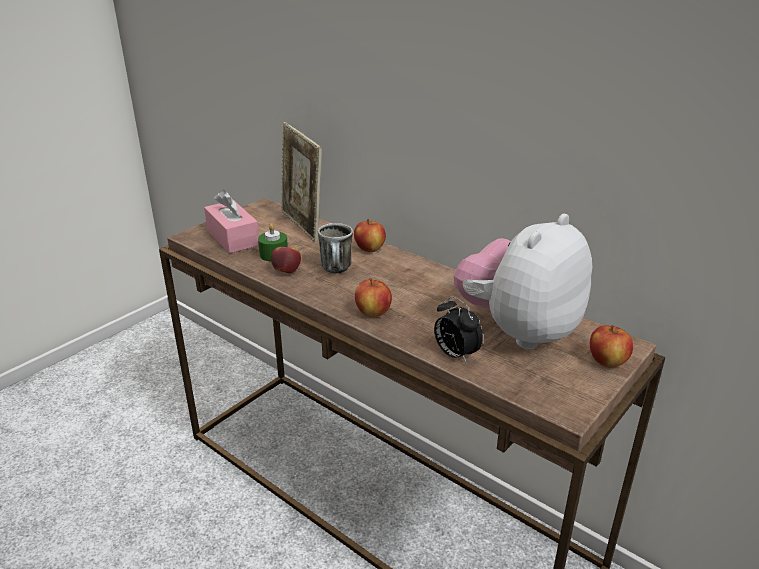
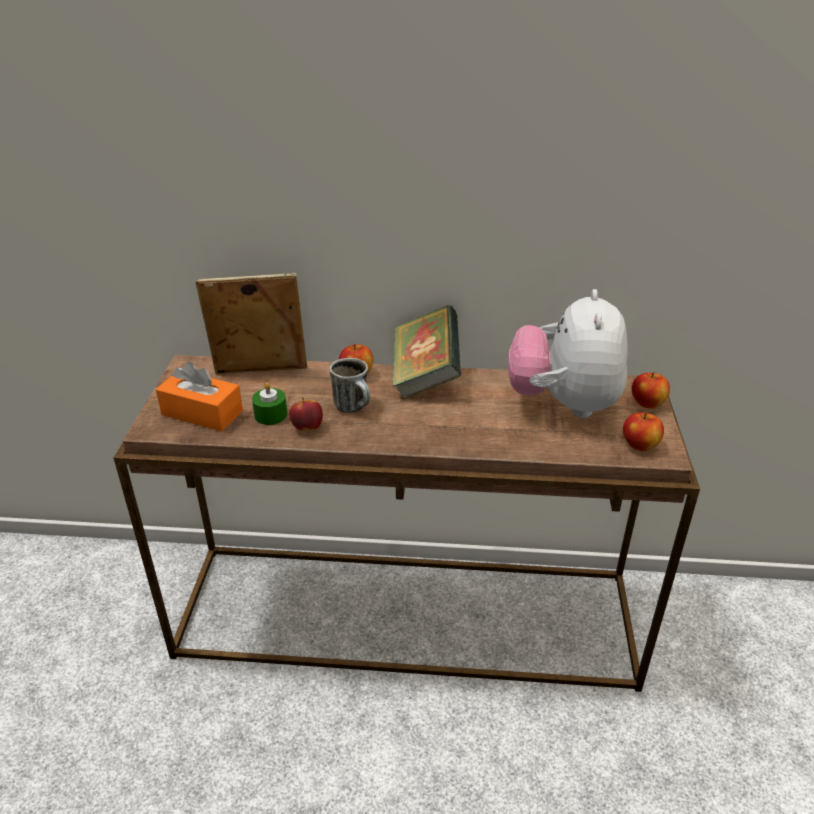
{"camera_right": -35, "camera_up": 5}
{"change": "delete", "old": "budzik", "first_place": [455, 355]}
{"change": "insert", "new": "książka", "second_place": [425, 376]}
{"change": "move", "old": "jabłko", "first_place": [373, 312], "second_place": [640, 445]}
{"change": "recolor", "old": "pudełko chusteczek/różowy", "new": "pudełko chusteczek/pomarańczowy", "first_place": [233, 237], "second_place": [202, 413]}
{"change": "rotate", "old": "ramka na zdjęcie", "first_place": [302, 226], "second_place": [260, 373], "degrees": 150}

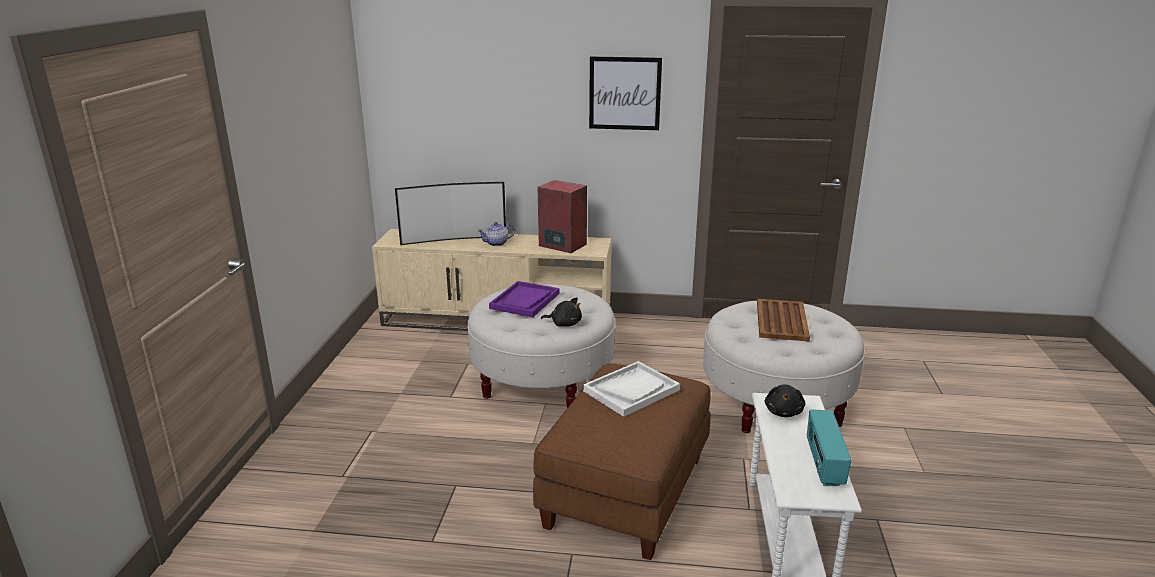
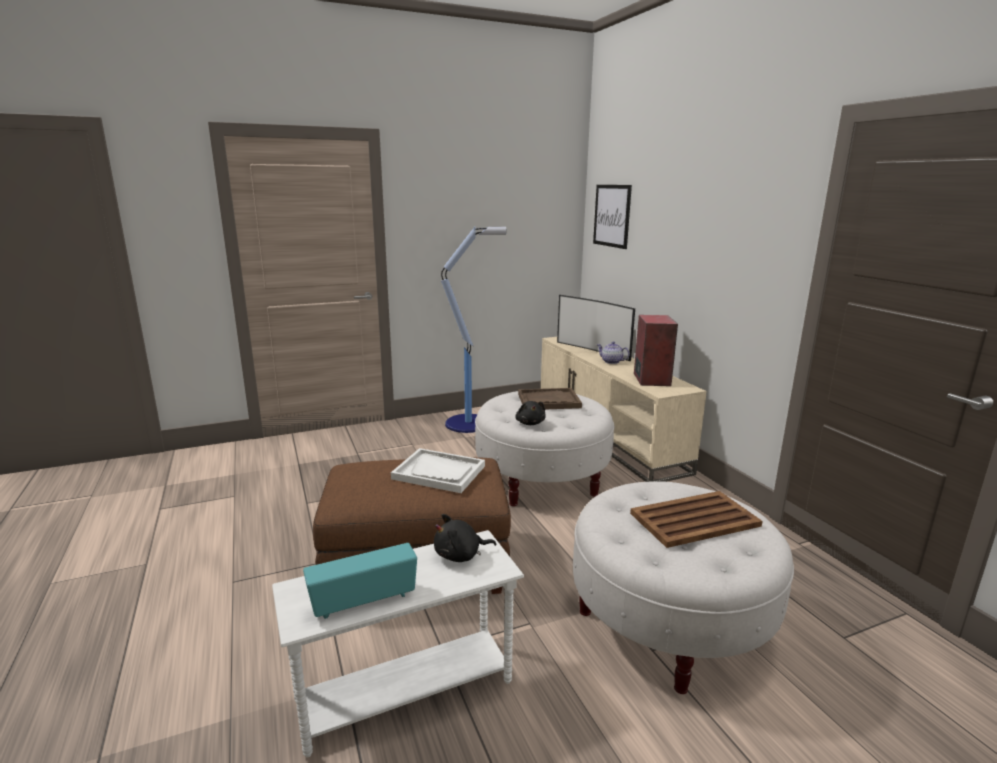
{"camera_right": 60, "camera_up": -5}
{"change": "insert", "new": "lampa stojąca", "second_place": [469, 423]}
{"change": "move", "old": "obraz", "first_place": [625, 93], "second_place": [612, 215]}
{"change": "recolor", "old": "taca/fioletowy", "new": "taca/brązowy", "first_place": [525, 301], "second_place": [548, 401]}

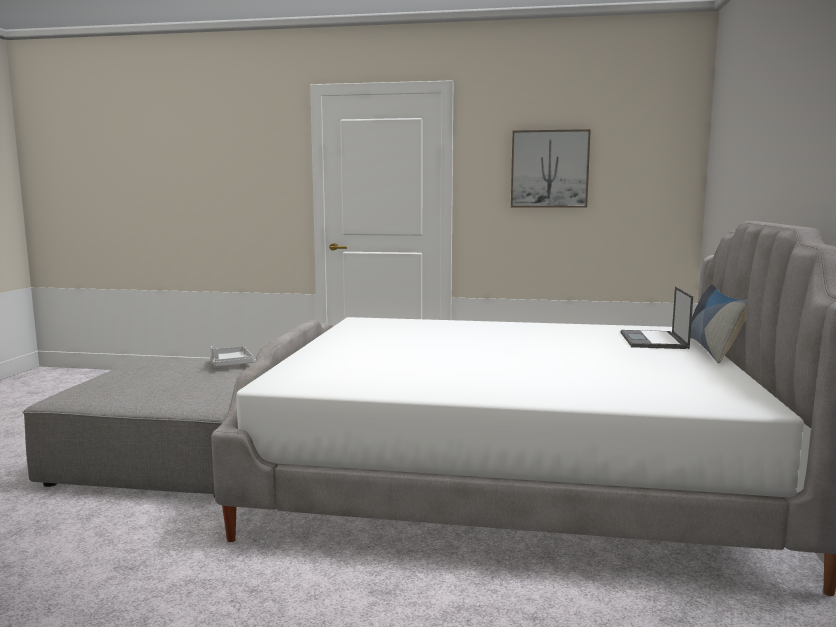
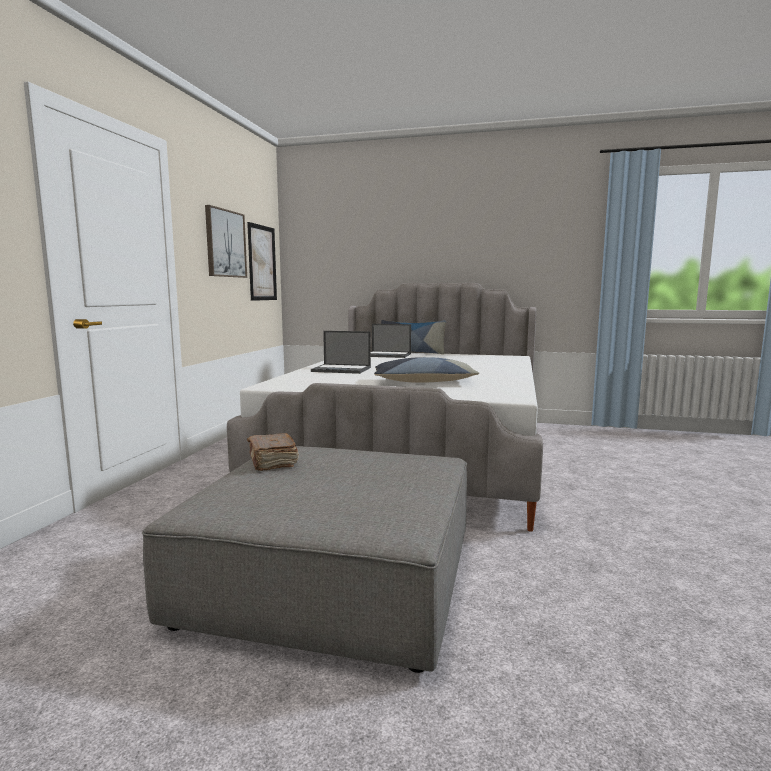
{"camera_right": -85, "camera_up": 0}
{"change": "insert", "new": "obraz", "second_place": [262, 263]}
{"change": "insert", "new": "laptop", "second_place": [342, 369]}
{"change": "insert", "new": "poduszka", "second_place": [424, 382]}
{"change": "replace", "old": "taca/szary", "new": "książka/brązowy", "first_place": [230, 364], "second_place": [272, 461]}

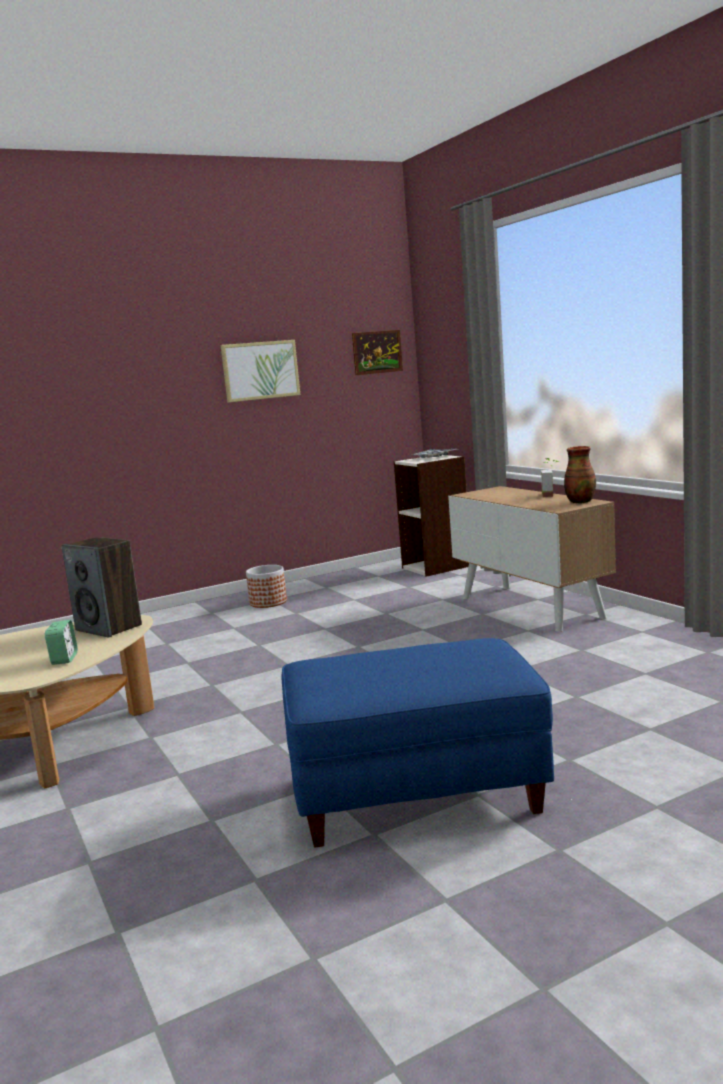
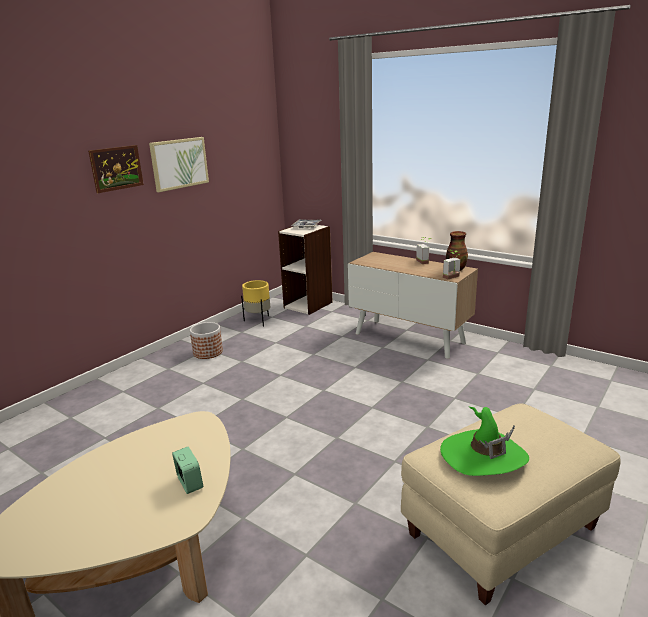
{"camera_right": -25, "camera_up": 10}
{"change": "delete", "old": "głośnik", "first_place": [109, 628]}
{"change": "insert", "new": "donica/żółty", "second_place": [258, 321]}
{"change": "insert", "new": "kapelusz/zielony", "second_place": [483, 456]}
{"change": "insert", "new": "roślina doniczkowa", "second_place": [453, 277]}
{"change": "move", "old": "obraz", "first_place": [377, 352], "second_place": [116, 168]}
{"change": "recolor", "old": "pufa/niebieski", "new": "pufa/beżowy", "first_place": [415, 793], "second_place": [501, 530]}

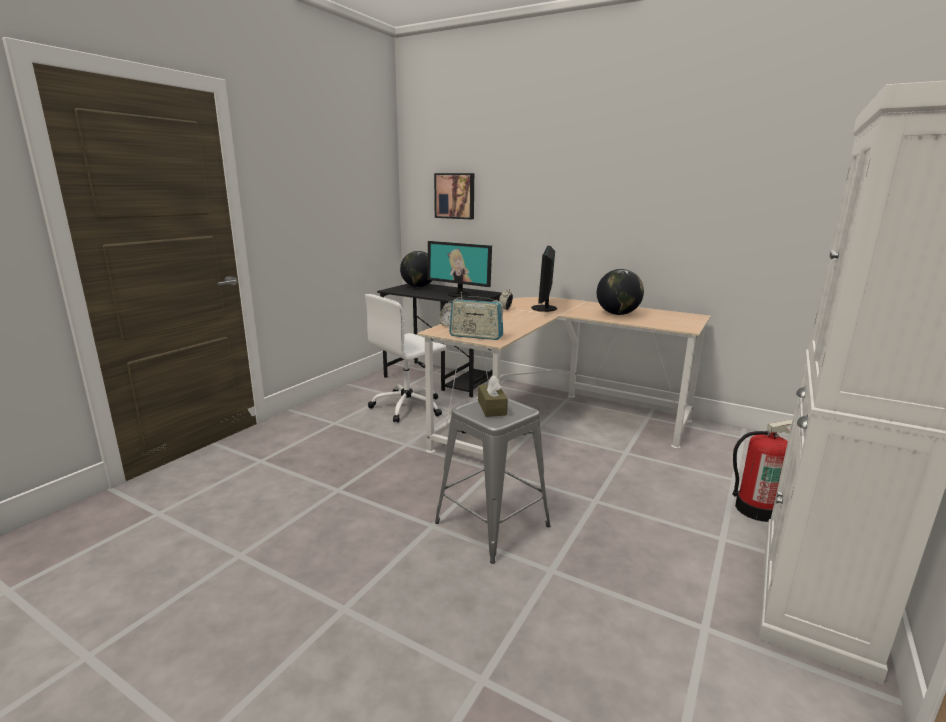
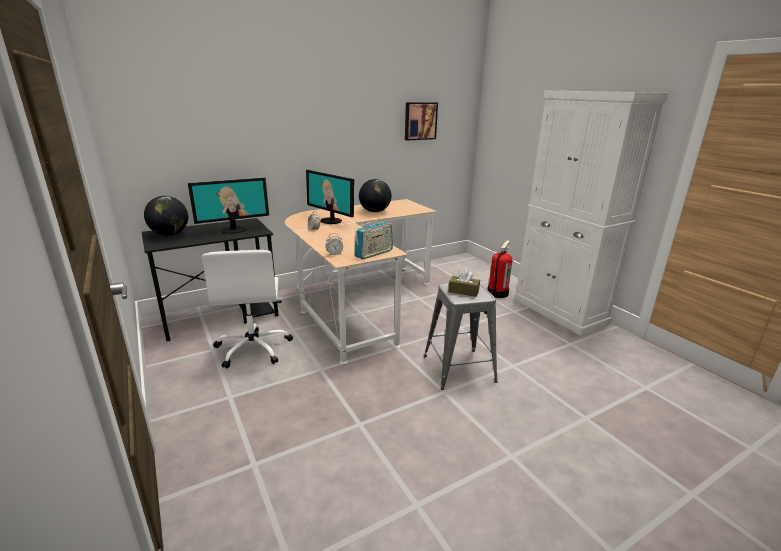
{"camera_right": -60, "camera_up": 5}
{"change": "move", "old": "obraz", "first_place": [455, 196], "second_place": [420, 121]}

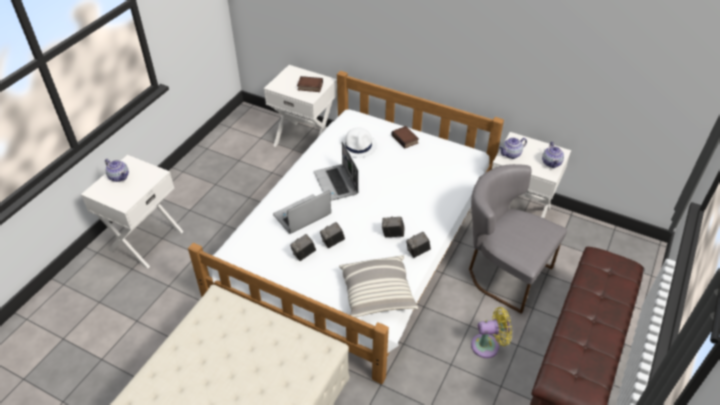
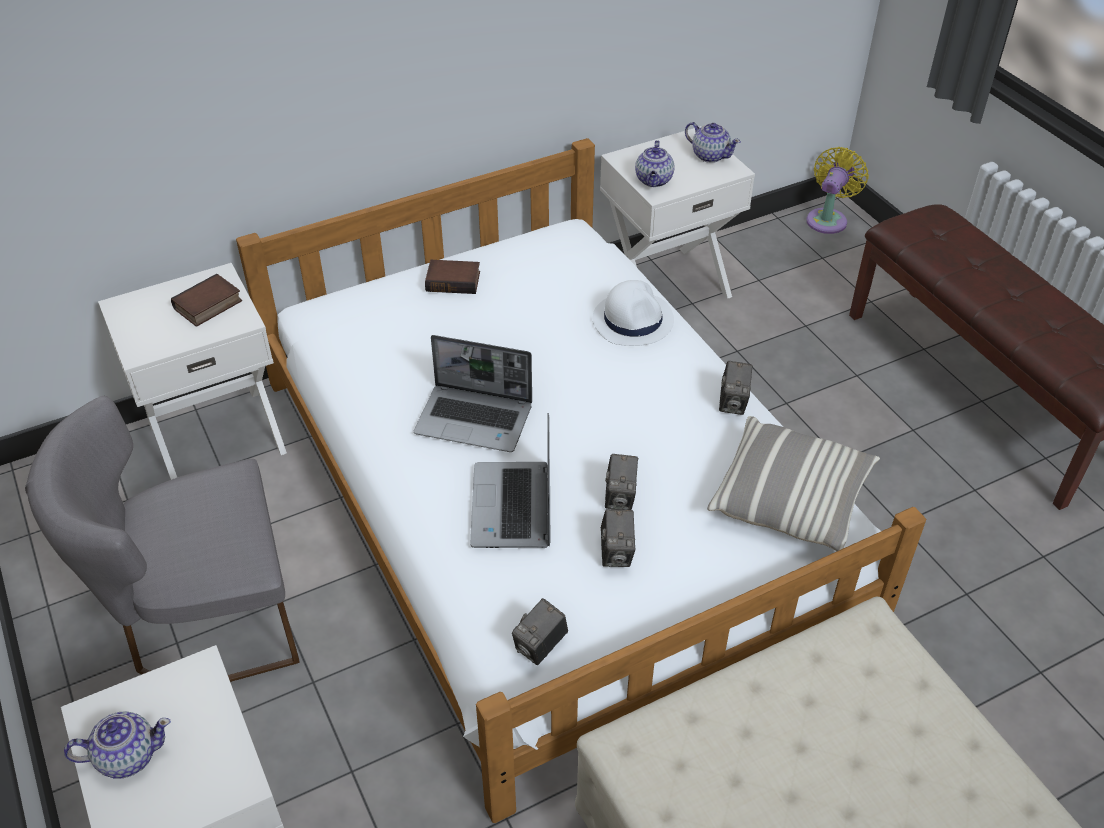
{"camera_right": -55, "camera_up": 0}
{"change": "move", "old": "kapelusz/biały", "first_place": [358, 146], "second_place": [633, 320]}
{"change": "move", "old": "aparat fotograficzny", "first_place": [392, 234], "second_place": [540, 646]}
{"change": "move", "old": "krzesło/szary", "first_place": [503, 272], "second_place": [202, 622]}
{"change": "move", "old": "wentylator/żółty", "first_place": [488, 346], "second_place": [828, 219]}

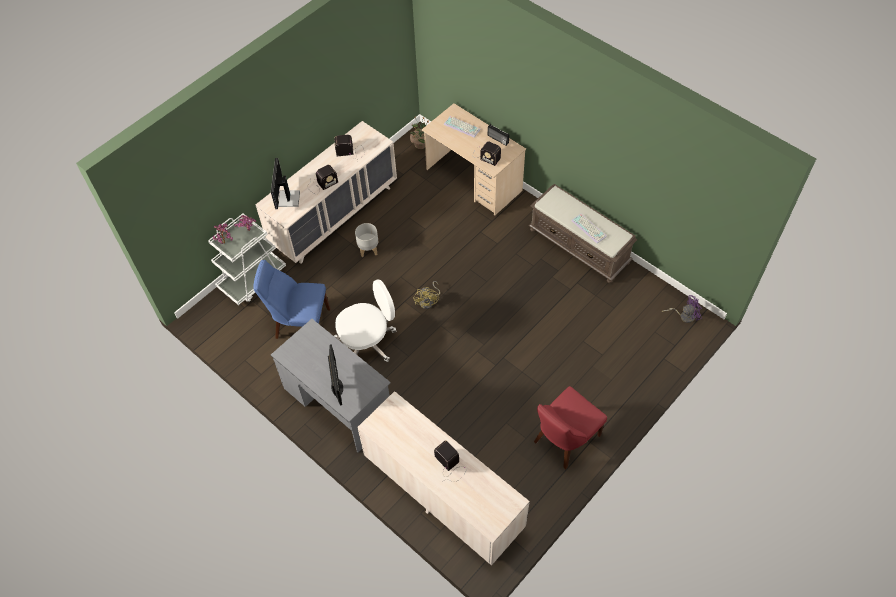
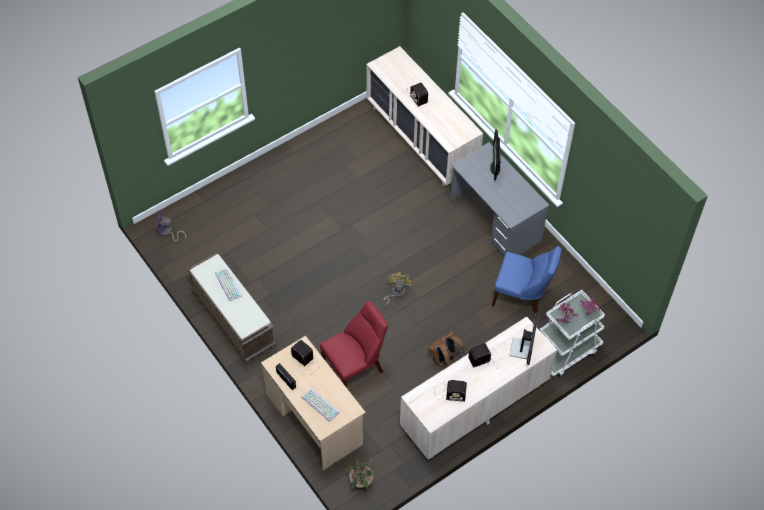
{"camera_right": -170, "camera_up": 0}
{"change": "delete", "old": "krzesło biurowe/biały", "first_place": [368, 342]}
{"change": "move", "old": "krzesło/czerwony", "first_place": [564, 440], "second_place": [355, 368]}
{"change": "replace", "old": "donica/szary", "new": "plecak/brązowy", "first_place": [368, 249], "second_place": [444, 360]}

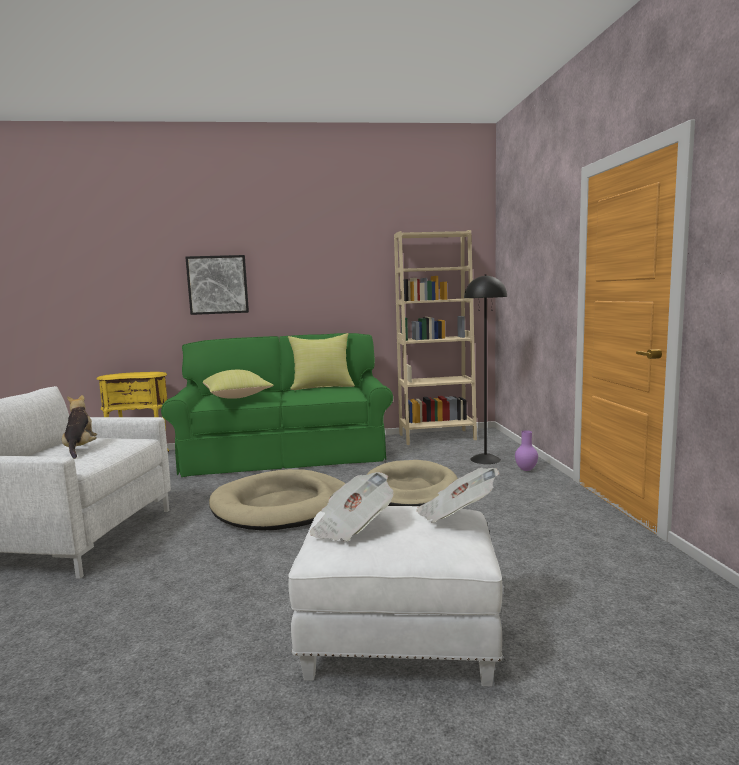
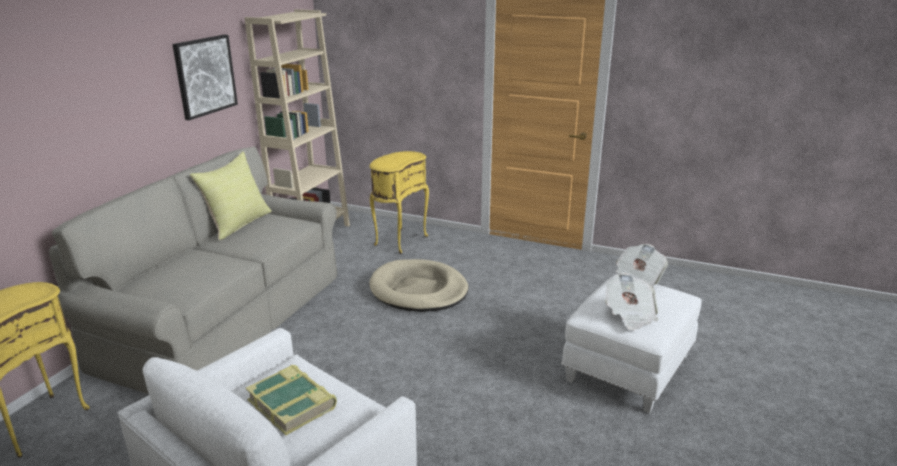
{"camera_right": -60, "camera_up": 15}
{"change": "delete", "old": "poduszka/żółty", "first_place": [238, 397]}
{"change": "delete", "old": "legowisko/beżowy", "first_place": [283, 506]}
{"change": "delete", "old": "wazon/fioletowy", "first_place": [526, 469]}
{"change": "move", "old": "obraz", "first_place": [218, 285], "second_place": [205, 76]}
{"change": "replace", "old": "pluszak", "new": "książka", "first_place": [80, 449], "second_place": [292, 404]}
{"change": "replace", "old": "lampa stojąca/czarny", "new": "stolik/żółty", "first_place": [485, 459], "second_place": [399, 240]}
{"change": "recolor", "old": "kanapa/zielony", "new": "kanapa/szary", "first_place": [285, 455], "second_place": [225, 319]}

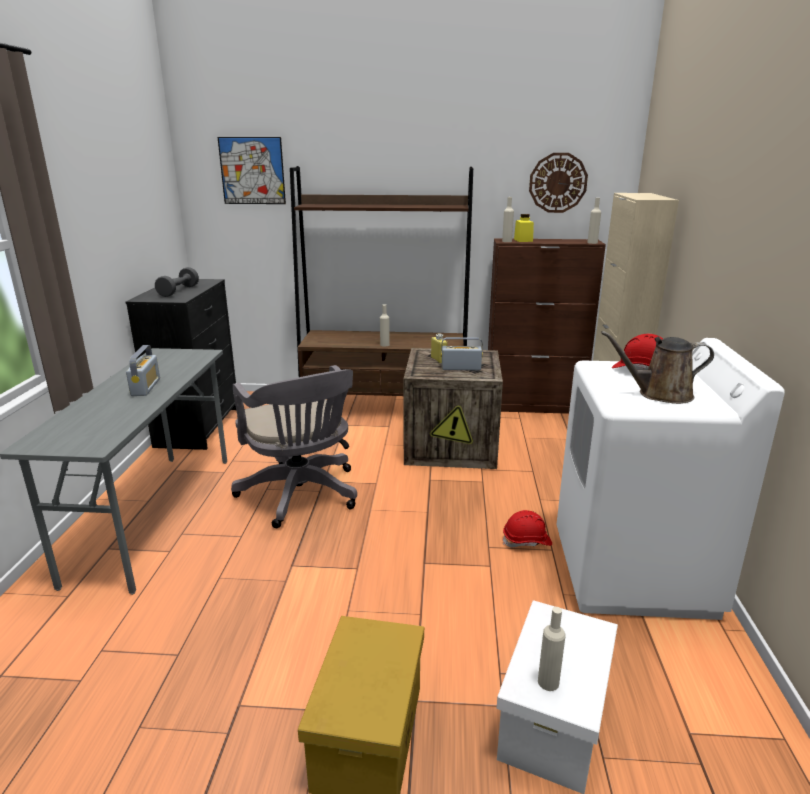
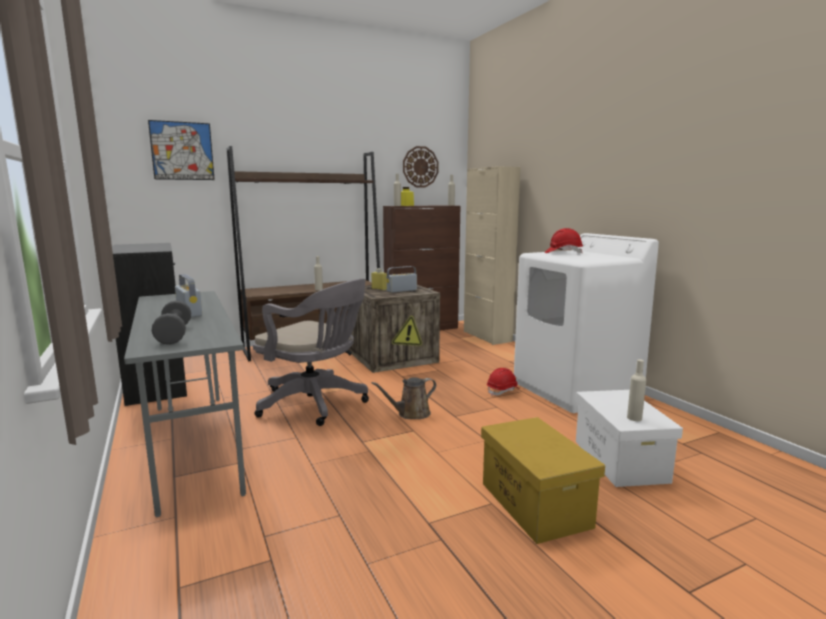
{"camera_right": -30, "camera_up": -10}
{"change": "move", "old": "hantel/szary", "first_place": [178, 291], "second_place": [174, 334]}
{"change": "move", "old": "konewka/brązowy", "first_place": [660, 394], "second_place": [411, 414]}

